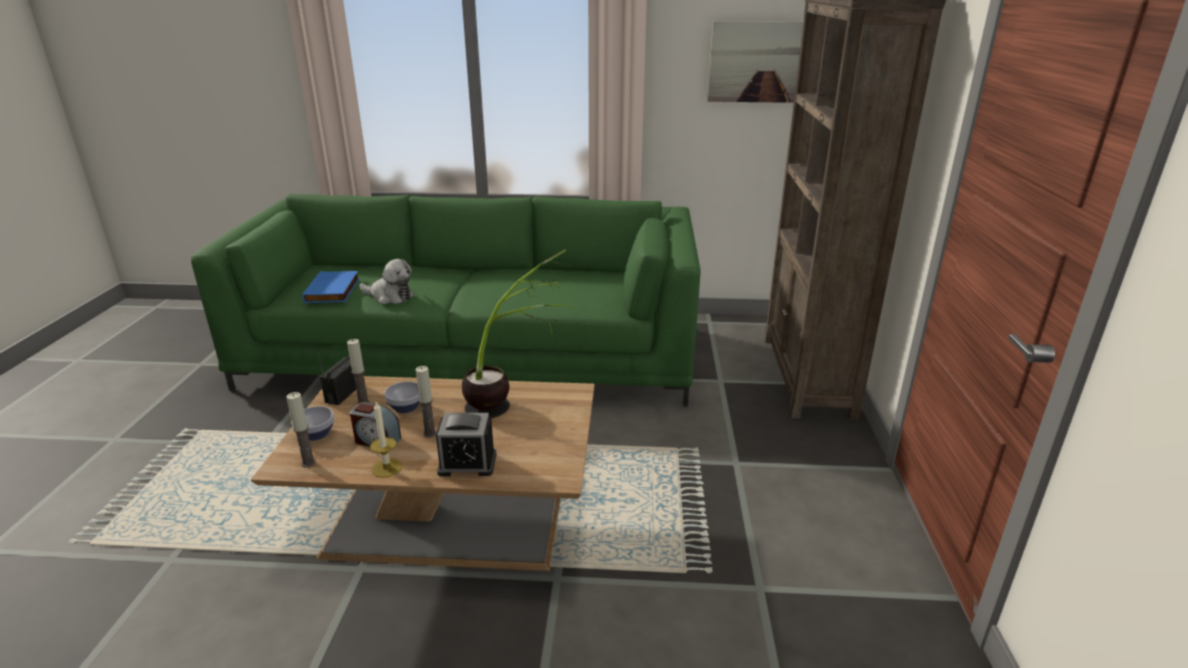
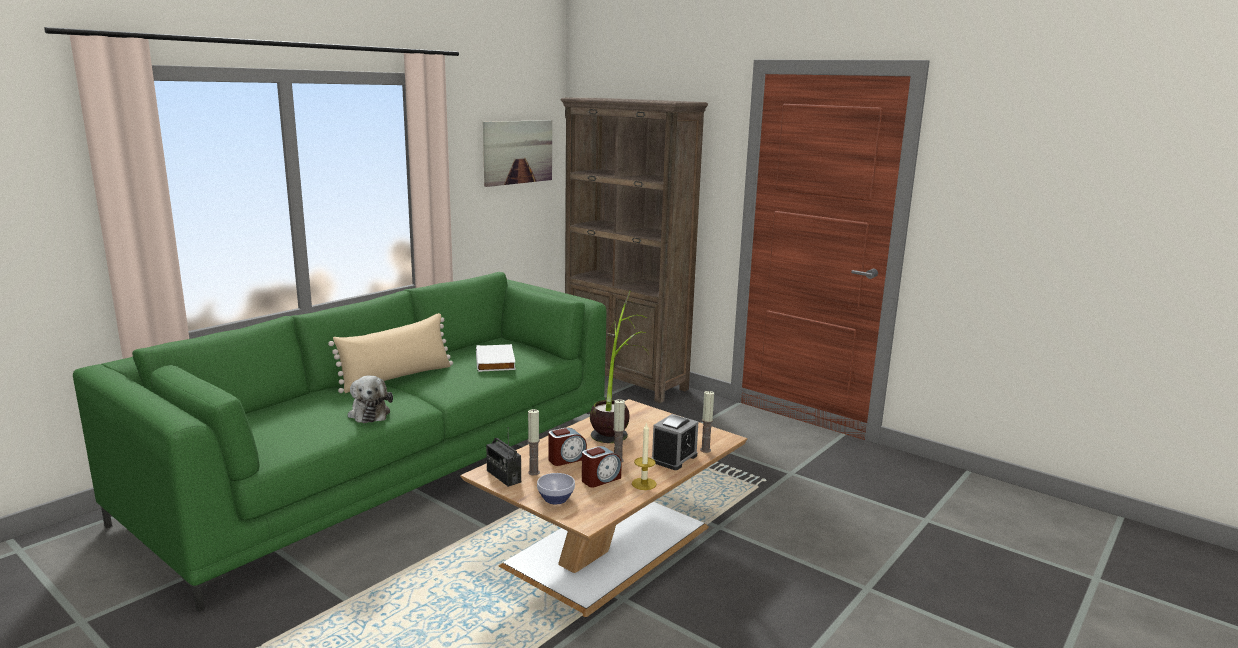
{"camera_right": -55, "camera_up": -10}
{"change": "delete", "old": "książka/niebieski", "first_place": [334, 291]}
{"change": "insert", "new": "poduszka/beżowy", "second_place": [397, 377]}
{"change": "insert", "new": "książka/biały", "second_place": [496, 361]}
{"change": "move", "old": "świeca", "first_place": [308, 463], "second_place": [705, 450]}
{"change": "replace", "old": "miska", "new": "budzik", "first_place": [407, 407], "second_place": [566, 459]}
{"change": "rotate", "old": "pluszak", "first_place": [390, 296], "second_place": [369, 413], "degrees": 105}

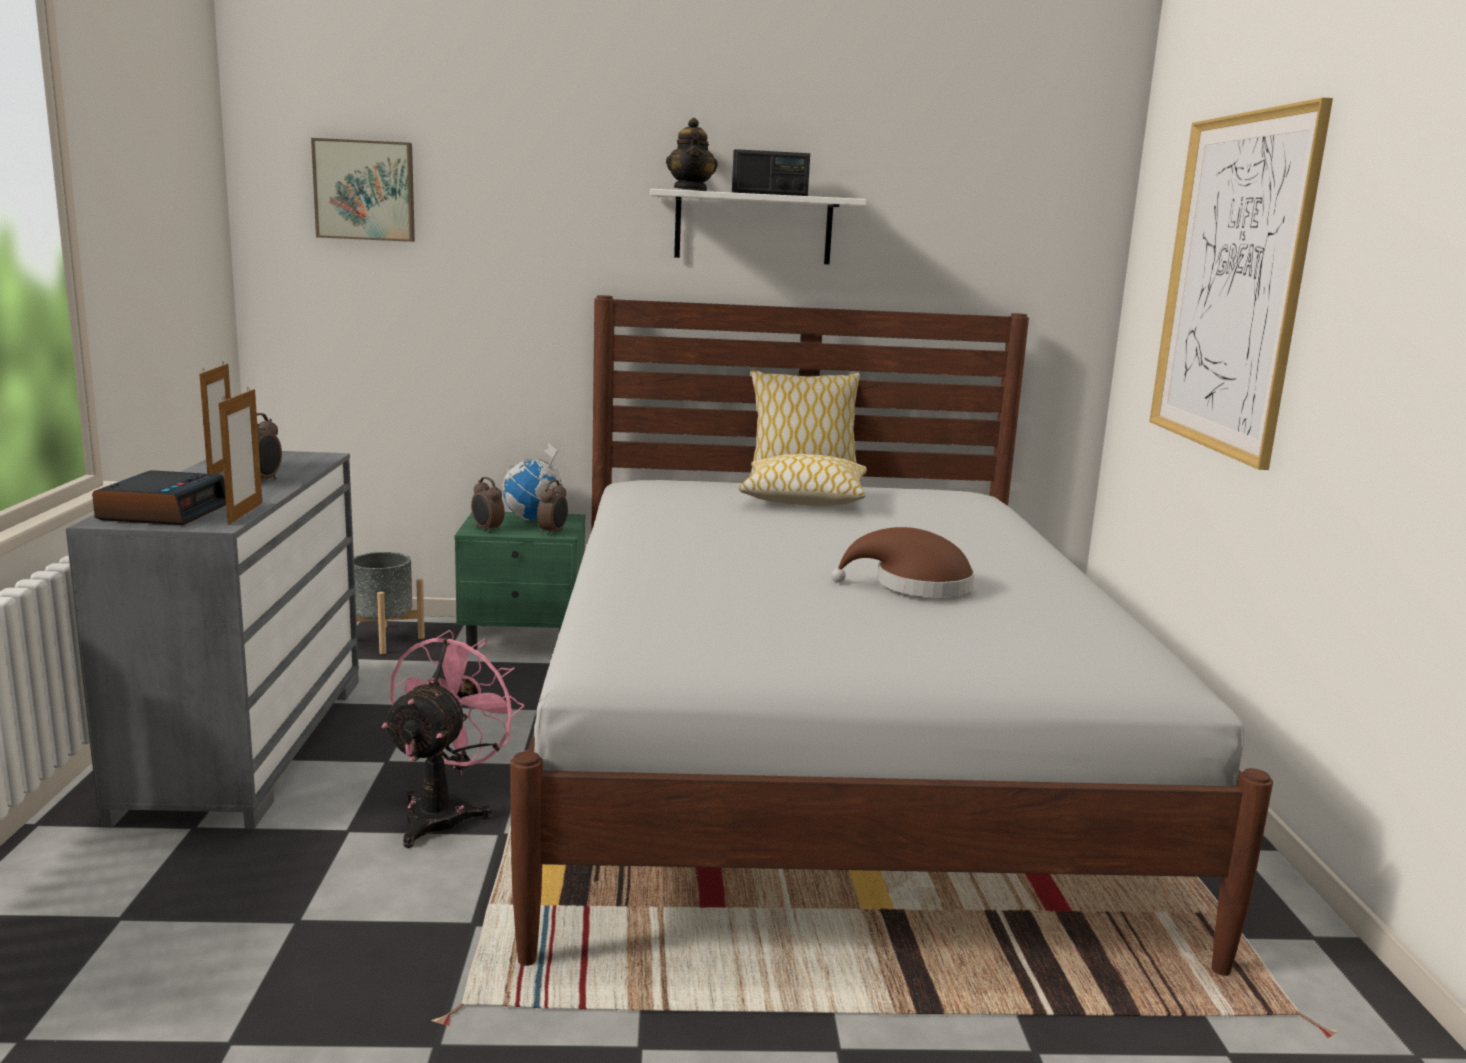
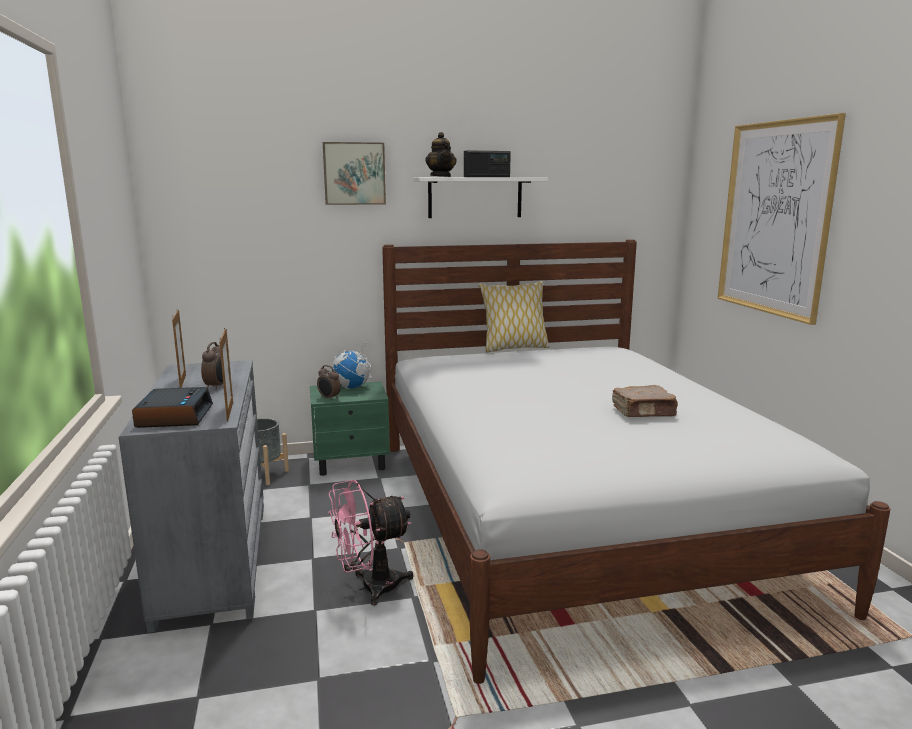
{"camera_right": -10, "camera_up": 0}
{"change": "delete", "old": "budzik", "first_place": [553, 532]}
{"change": "delete", "old": "poduszka", "first_place": [803, 499]}
{"change": "move", "old": "obraz", "first_place": [365, 190], "second_place": [354, 173]}
{"change": "replace", "old": "kapelusz/brązowy", "new": "książka/brązowy", "first_place": [914, 585], "second_place": [644, 412]}
{"change": "rotate", "old": "wentylator/różowy", "first_place": [445, 812], "second_place": [370, 587], "degrees": -120}

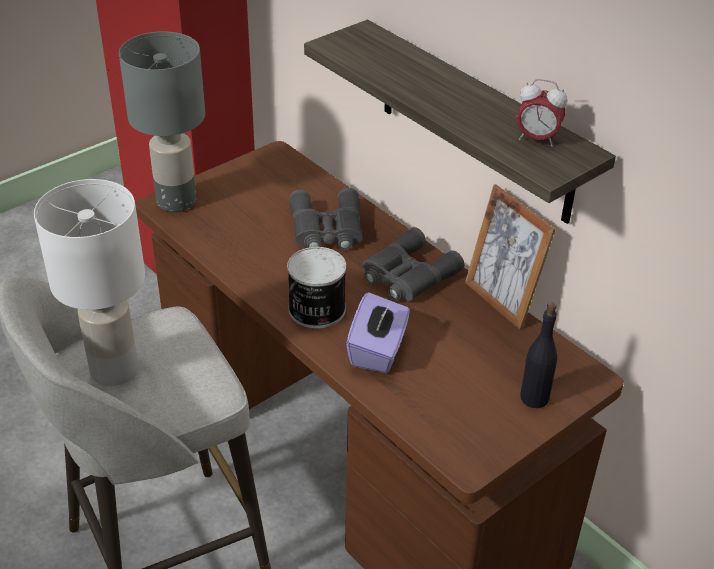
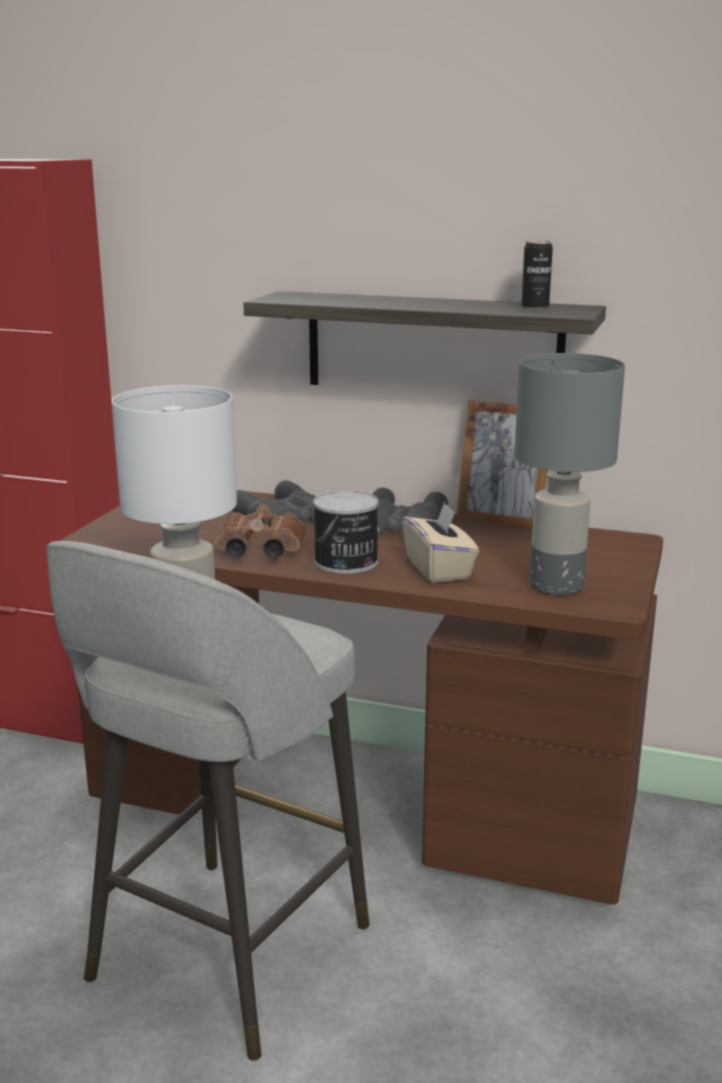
{"camera_right": -30, "camera_up": -20}
{"change": "delete", "old": "butelka/czarny", "first_place": [534, 397]}
{"change": "insert", "new": "lornetka/brązowy", "second_place": [257, 552]}
{"change": "move", "old": "lampa stołowa/szary", "first_place": [176, 200], "second_place": [554, 586]}
{"change": "replace", "old": "budzik", "new": "puszka", "first_place": [536, 139], "second_place": [535, 307]}
{"change": "recolor", "old": "pudełko chusteczek/fioletowy", "new": "pudełko chusteczek/beżowy", "first_place": [378, 350], "second_place": [439, 569]}

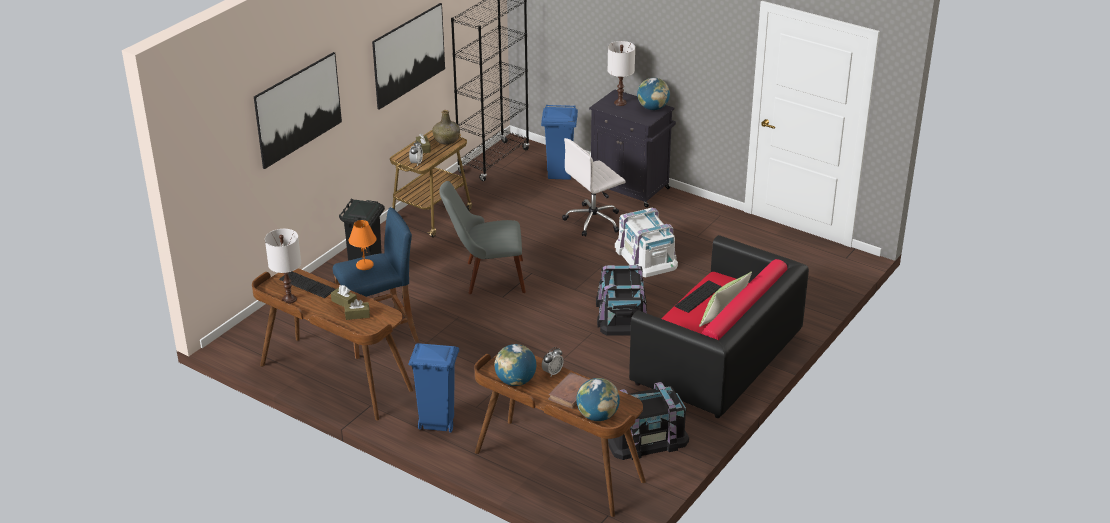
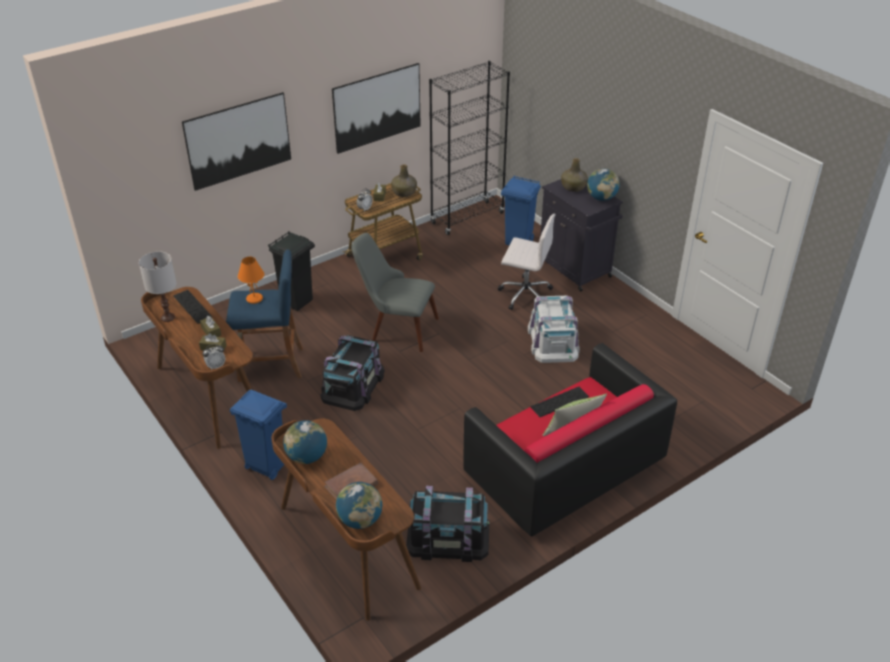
{"camera_right": 20, "camera_up": 5}
{"change": "move", "old": "budzik", "first_place": [552, 372], "second_place": [216, 366]}
{"change": "move", "old": "pojemnik do przechowywania/czarny", "first_place": [621, 314], "second_place": [352, 384]}
{"change": "replace", "old": "lampa stołowa/biały", "new": "butelka/zielony", "first_place": [620, 103], "second_place": [573, 187]}
{"change": "rotate", "old": "krzesło biurowe/biały", "first_place": [594, 221], "second_place": [524, 294], "degrees": -150}

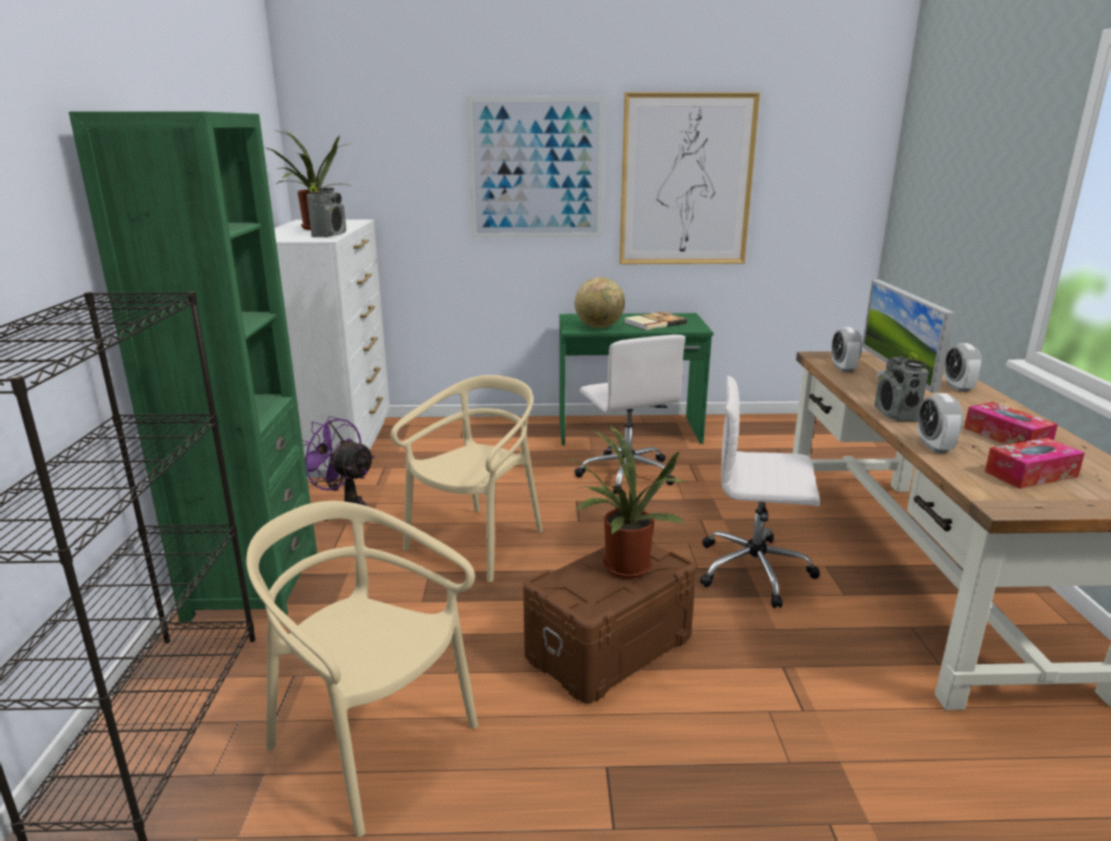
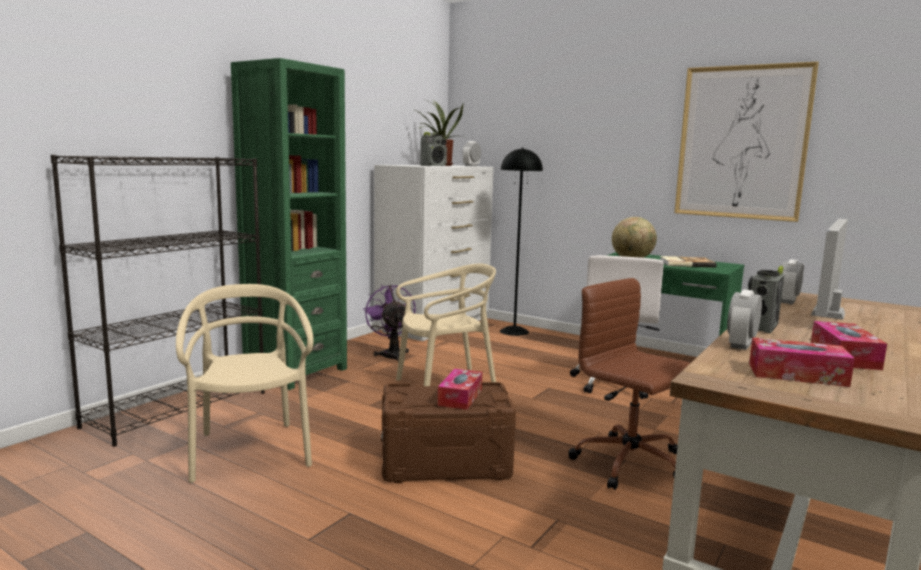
{"camera_right": 35, "camera_up": -10}
{"change": "delete", "old": "obraz", "first_place": [536, 169]}
{"change": "insert", "new": "lampa stojąca/czarny", "second_place": [514, 331]}
{"change": "move", "old": "budzik", "first_place": [958, 387], "second_place": [471, 166]}
{"change": "replace", "old": "roślina doniczkowa", "new": "pudełko chusteczek", "first_place": [622, 569], "second_place": [460, 397]}
{"change": "recolor", "old": "krzesło biurowe/biały", "new": "krzesło biurowe/brązowy", "first_place": [756, 570], "second_place": [631, 464]}

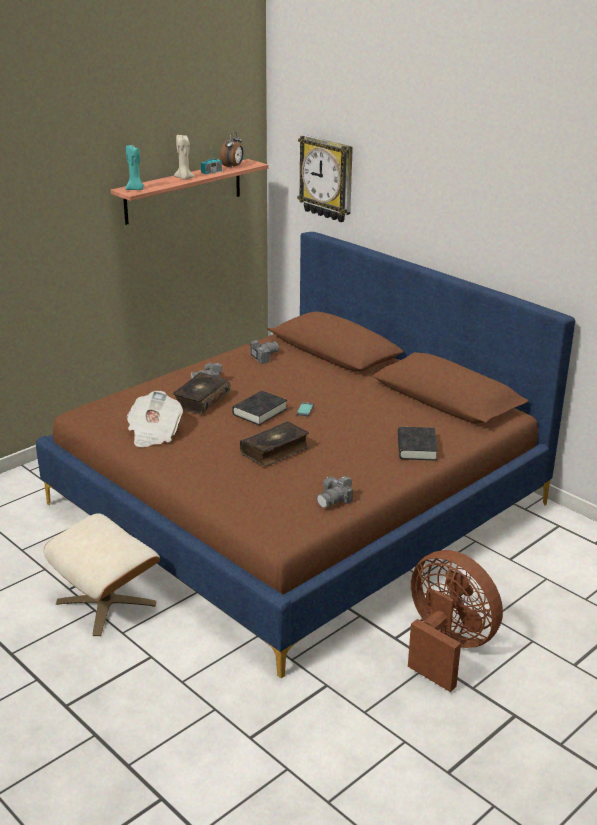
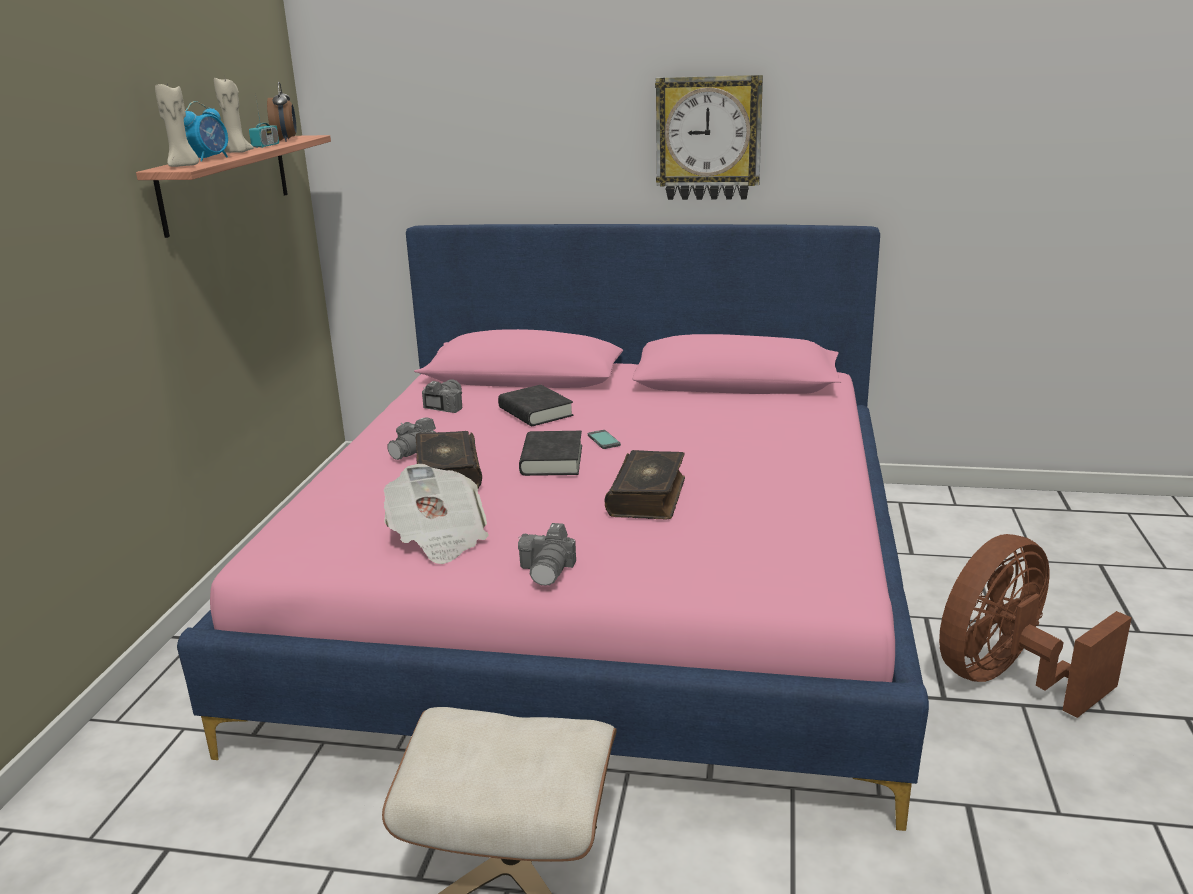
{"camera_right": -35, "camera_up": -5}
{"change": "insert", "new": "budzik", "second_place": [210, 159]}
{"change": "move", "old": "zegar ścienny", "first_place": [327, 178], "second_place": [708, 138]}
{"change": "move", "old": "aparat fotograficzny", "first_place": [334, 500], "second_place": [548, 569]}
{"change": "move", "old": "książka/czarny", "first_place": [416, 448], "second_place": [535, 412]}
{"change": "recolor", "old": "łóżko/brązowy", "new": "łóżko/różowy", "first_place": [298, 503], "second_place": [602, 594]}
{"change": "recolor", "old": "świeca/turkusowy", "new": "świeca/beżowy", "first_place": [135, 189], "second_place": [183, 166]}
{"change": "rotate", "old": "wentylator/brązowy", "first_place": [446, 647], "second_place": [1007, 679], "degrees": -45}

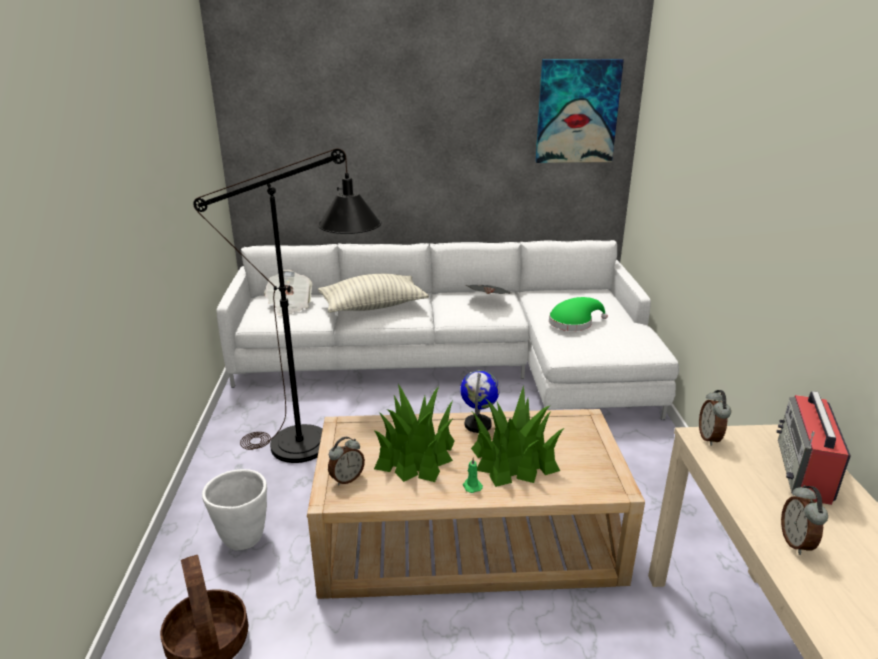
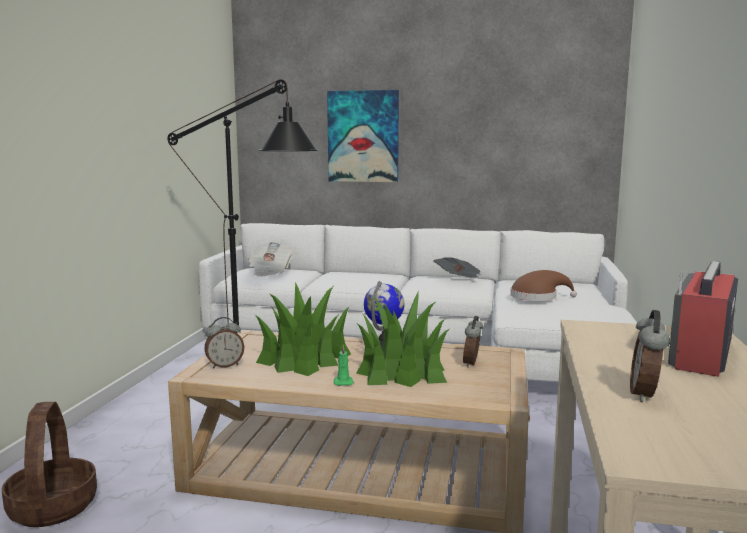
{"camera_right": 15, "camera_up": -15}
{"change": "delete", "old": "donica/biały", "first_place": [243, 538]}
{"change": "delete", "old": "poduszka", "first_place": [373, 306]}
{"change": "move", "old": "obraz", "first_place": [577, 111], "second_place": [363, 136]}
{"change": "move", "old": "budzik", "first_place": [710, 438], "second_place": [472, 364]}
{"change": "recolor", "old": "kapelusz/zielony", "new": "kapelusz/brązowy", "first_place": [573, 322], "second_place": [537, 297]}

